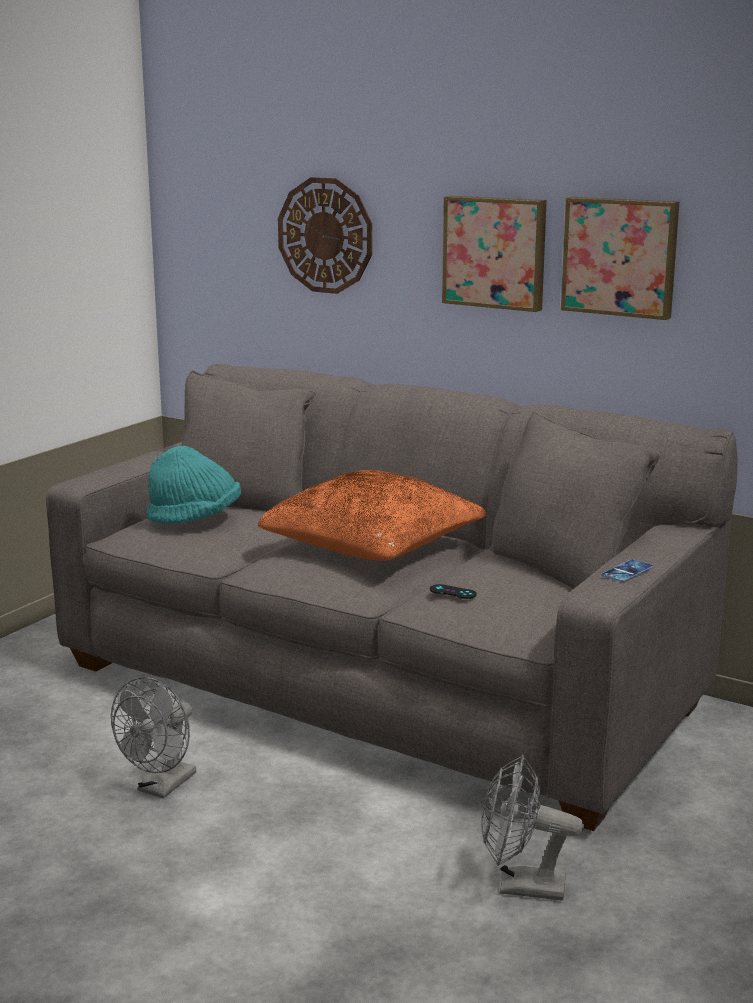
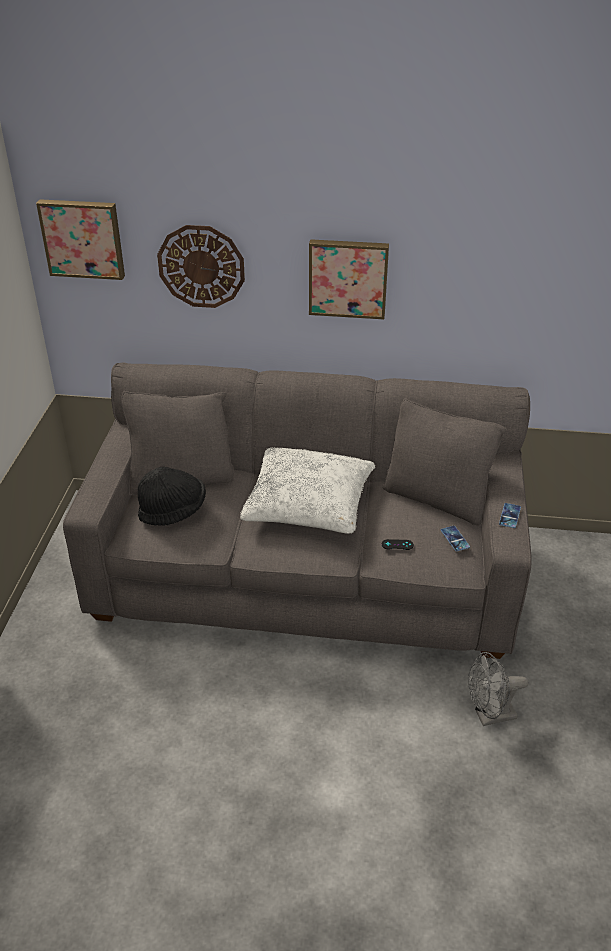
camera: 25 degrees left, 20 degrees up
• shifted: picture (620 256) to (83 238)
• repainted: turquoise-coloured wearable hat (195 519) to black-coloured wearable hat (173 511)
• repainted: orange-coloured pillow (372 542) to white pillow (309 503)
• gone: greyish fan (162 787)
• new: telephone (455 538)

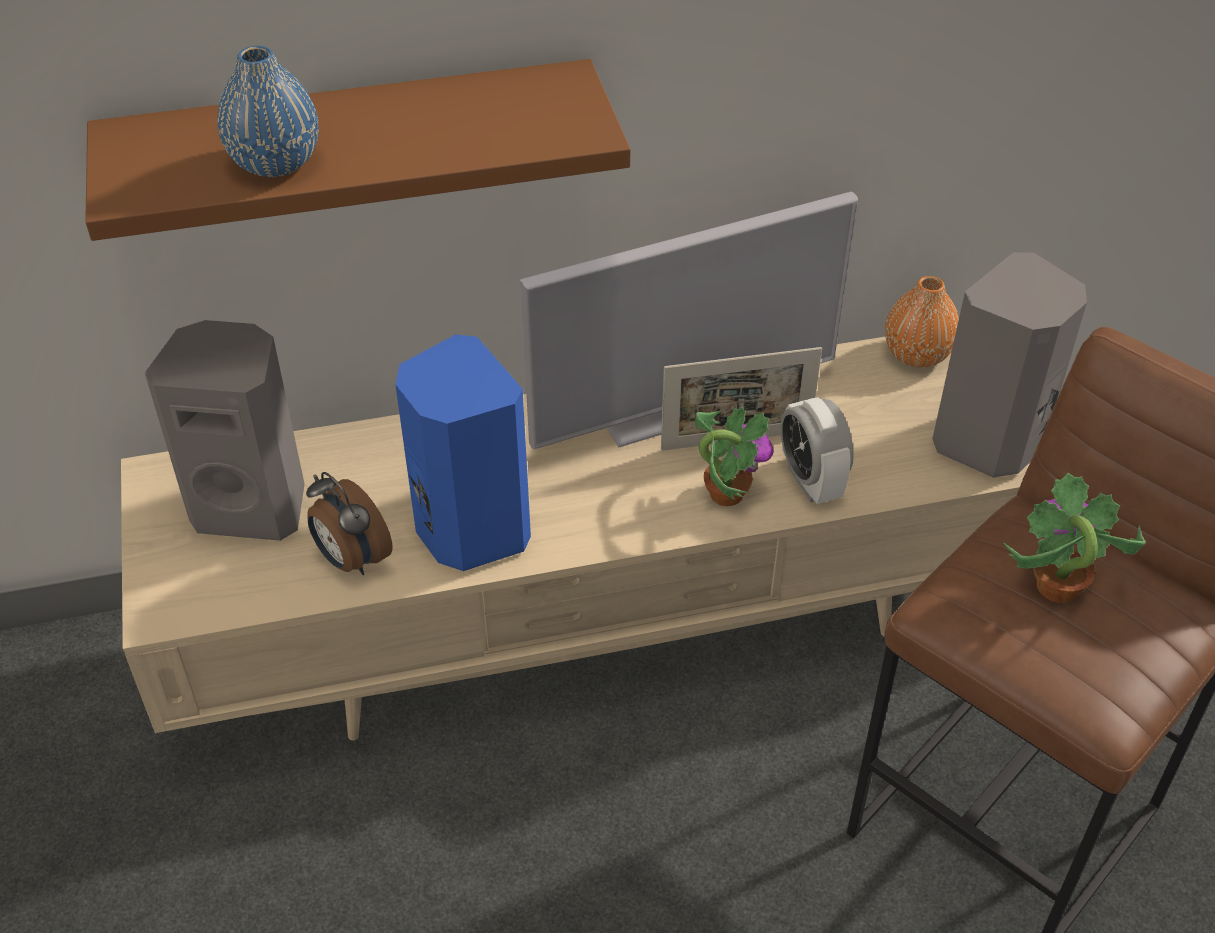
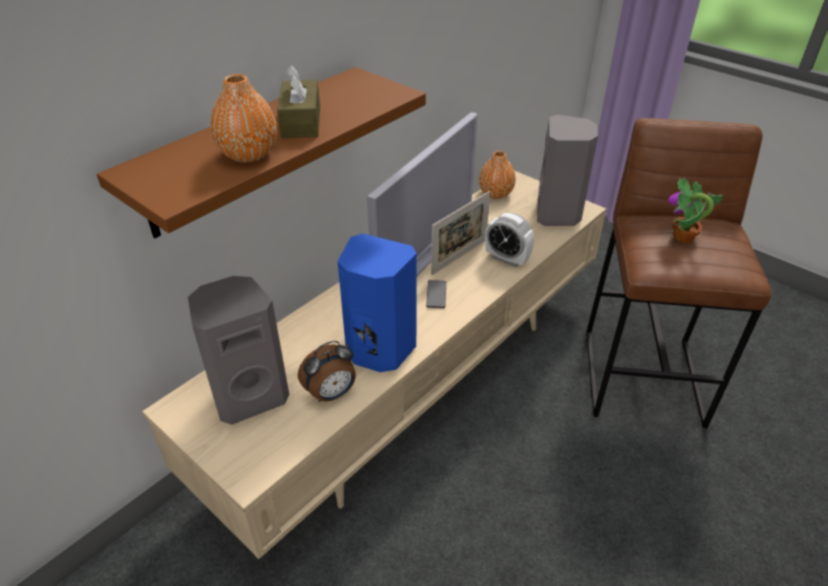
camera: 35 degrees left, 5 degrees down
• repainted: bluish decorative vase (275 162) to orange-coloured decorative vase (249 154)
• gone: potted plant (725 493)
• rotated: bedside clock (351 559) = (331 394) 45 degrees counterclockwise
• new: brown-coloured tissue box (301 122)
• new: telephone (436 295)

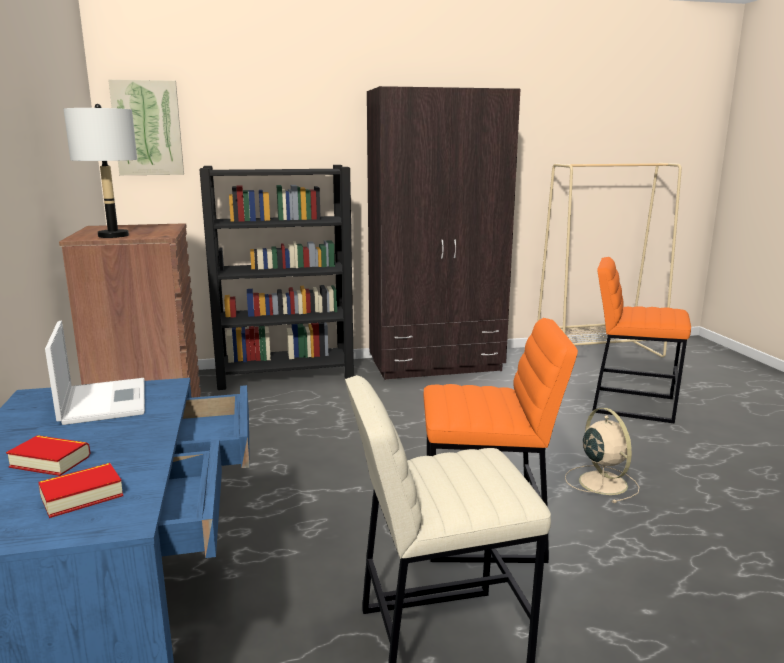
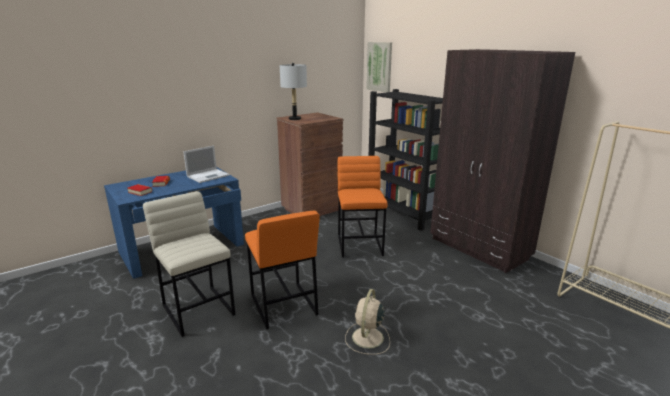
camera: 65 degrees right, 5 degrees up
• shifted: orange-coloured upright chair (630 404) to (359 244)
• rotated: beige-coloured fan (601 482) = (367 338) 150 degrees clockwise

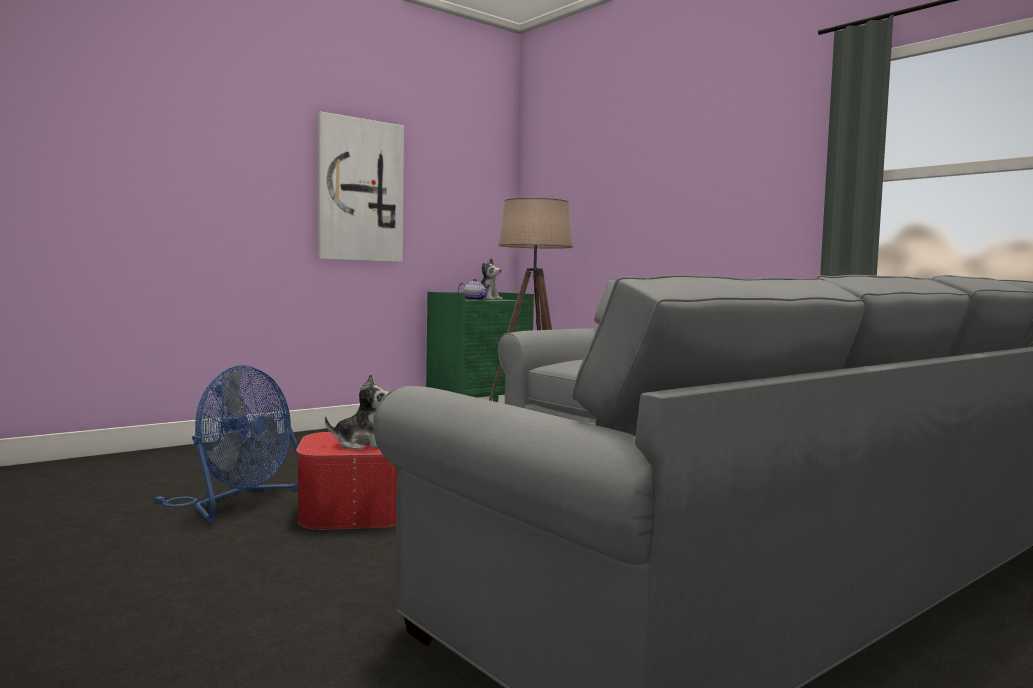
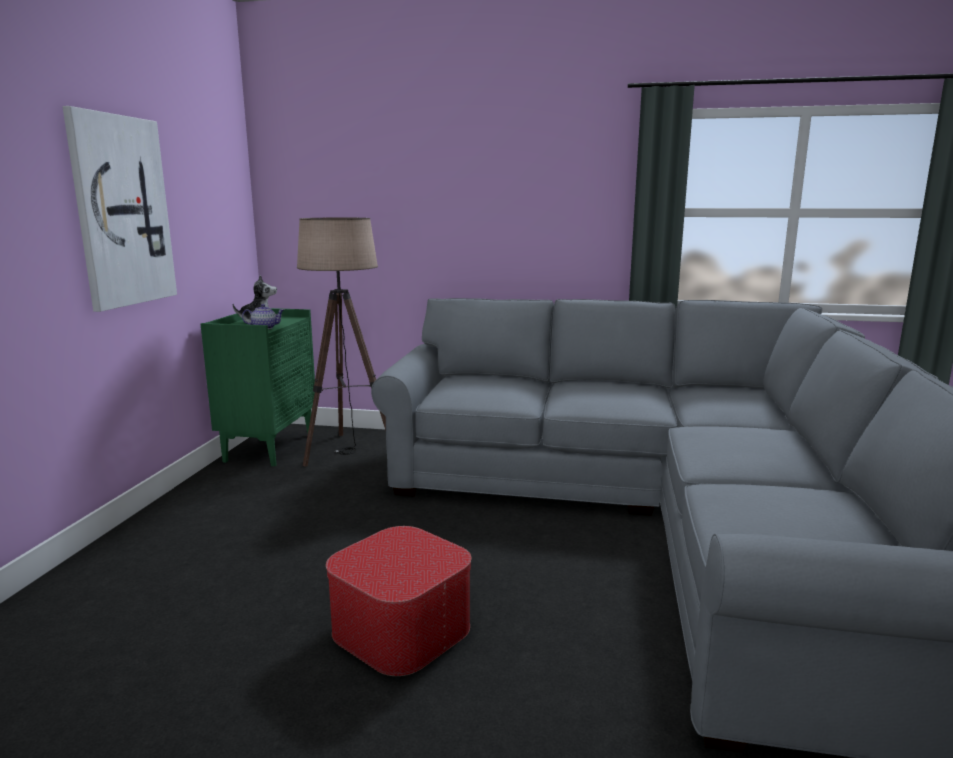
camera: 40 degrees left, 10 degrees up
• gone: bluish fan (232 502)
• gone: plush toy (362 445)

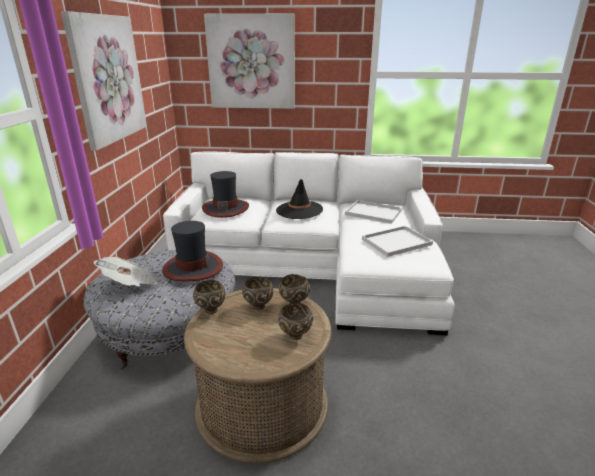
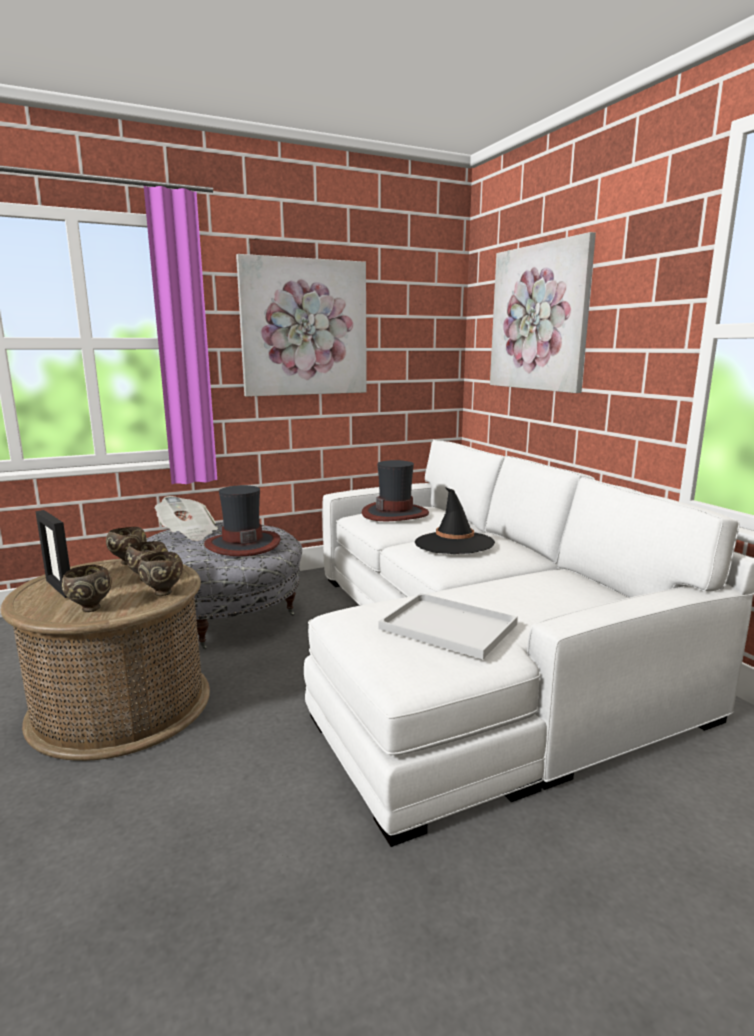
camera: 60 degrees right, 10 degrees down
• gone: white tray (372 212)
• new: photo frame (61 587)

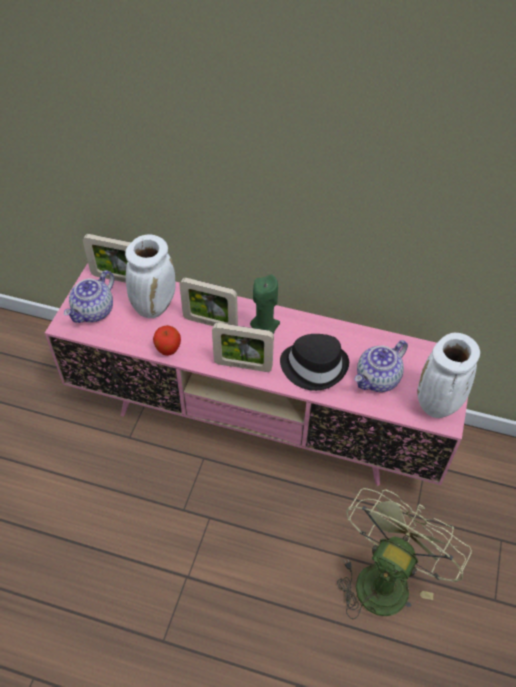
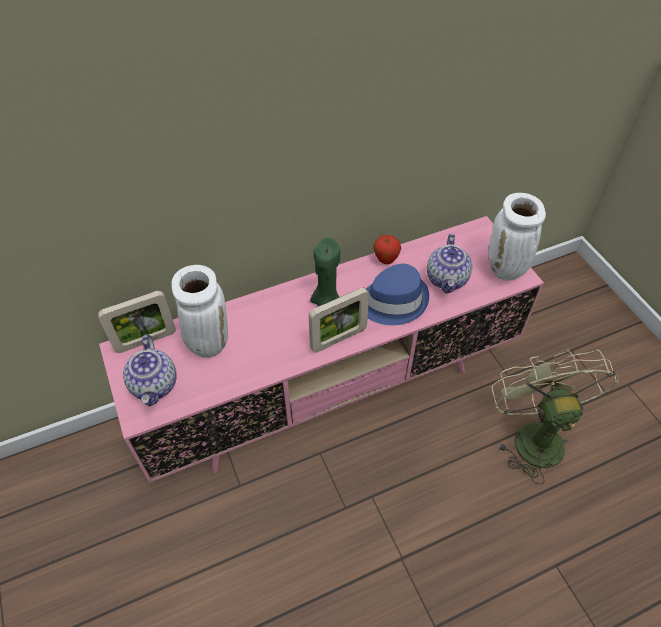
camera: 40 degrees left, 0 degrees up
• gone: photo frame (210 323)
• shifted: apple fruit (168 350) to (386 260)
• repainted: black-coloured wearable hat (314 366) to bluish wearable hat (392 301)

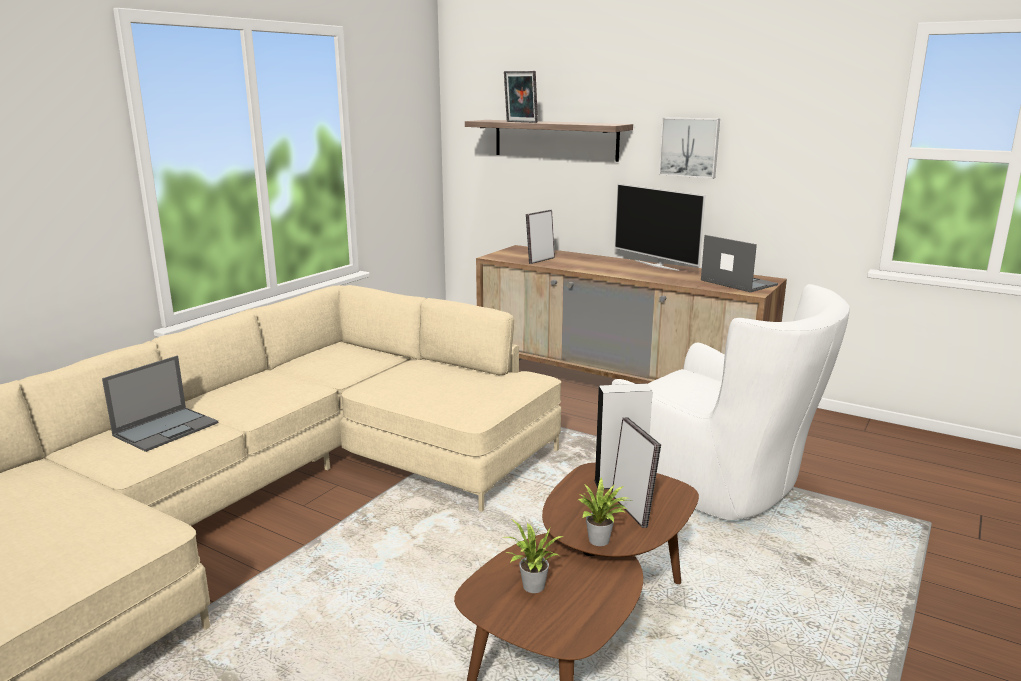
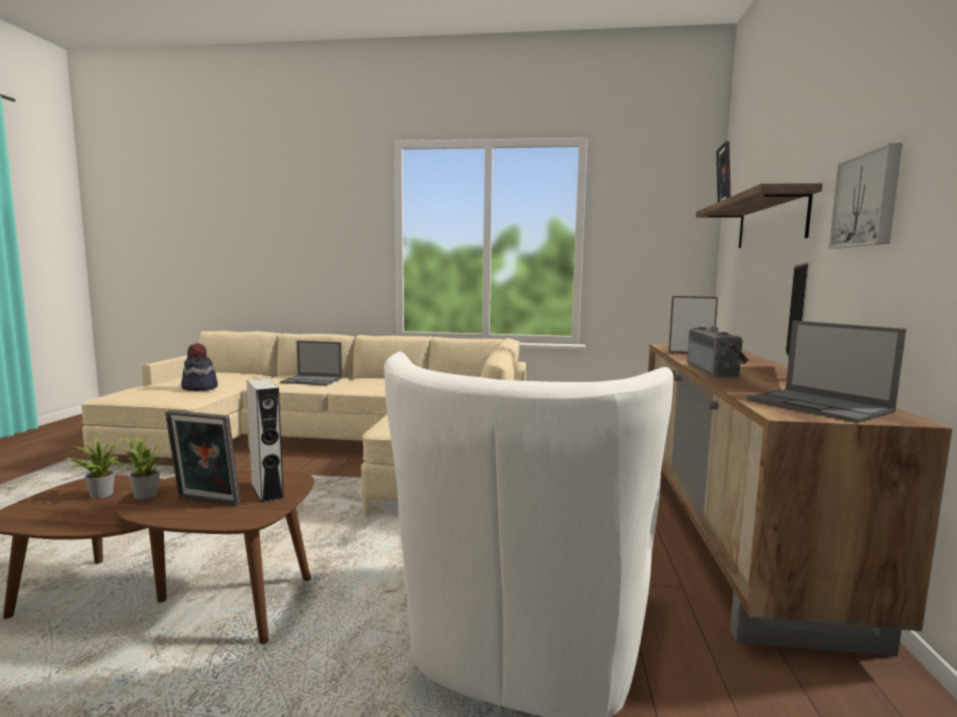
camera: 65 degrees right, 10 degrees down
• rotated: notebook computer (737 282) = (820 406) 120 degrees clockwise
• rotated: photo frame (632 510) = (205 502) 60 degrees clockwise
• new: radio set (716 370)
• new: wearable hat (199 388)

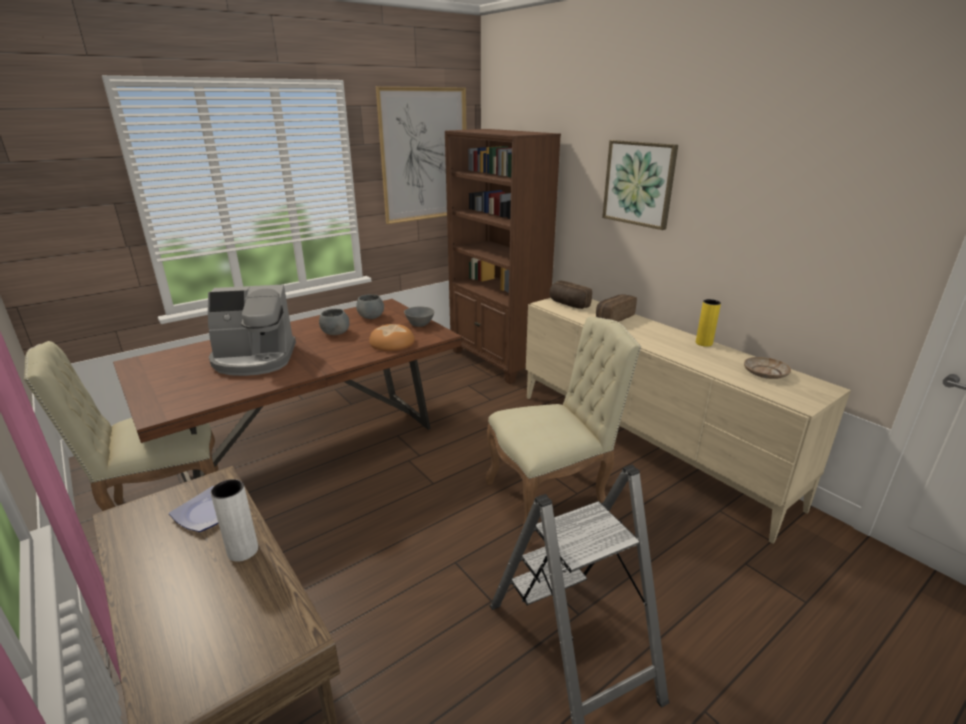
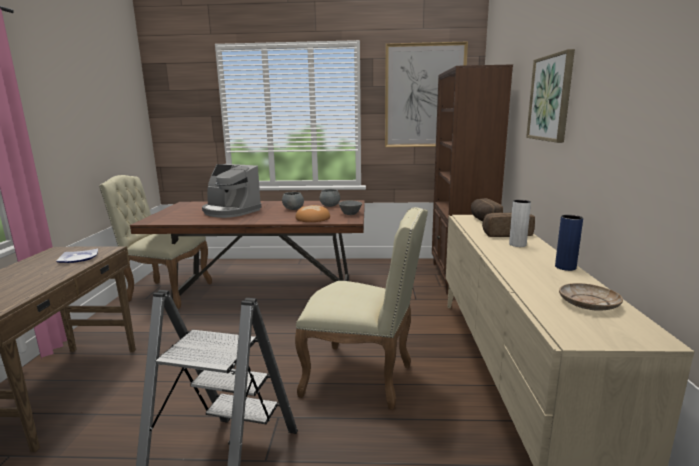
camera: 40 degrees right, 10 degrees down
• repainted: yellowish decorative vase (704 343) to bluish decorative vase (565 267)
• shifted: white decorative vase (243 551) to (517 244)

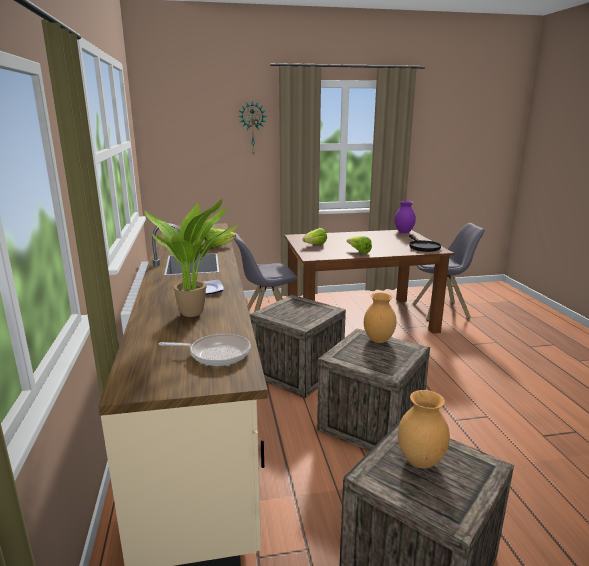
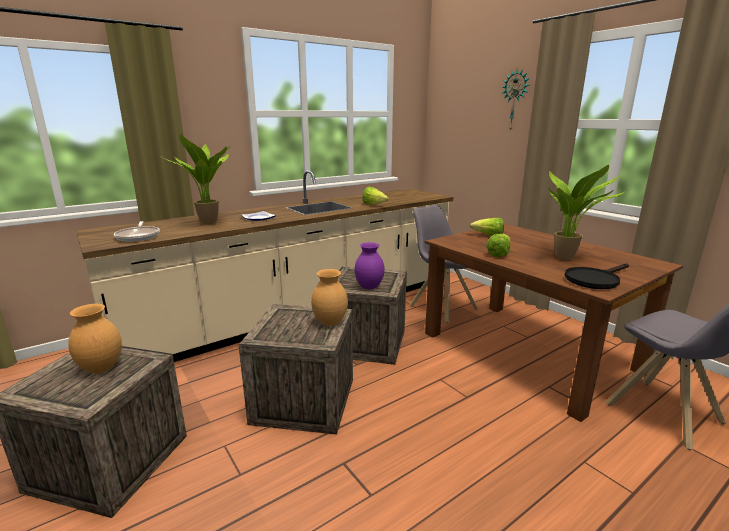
camera: 65 degrees right, 0 degrees up
• shifted: purple-coloured decorative vase (404 232) to (369 287)
• new: potted plant (567 257)

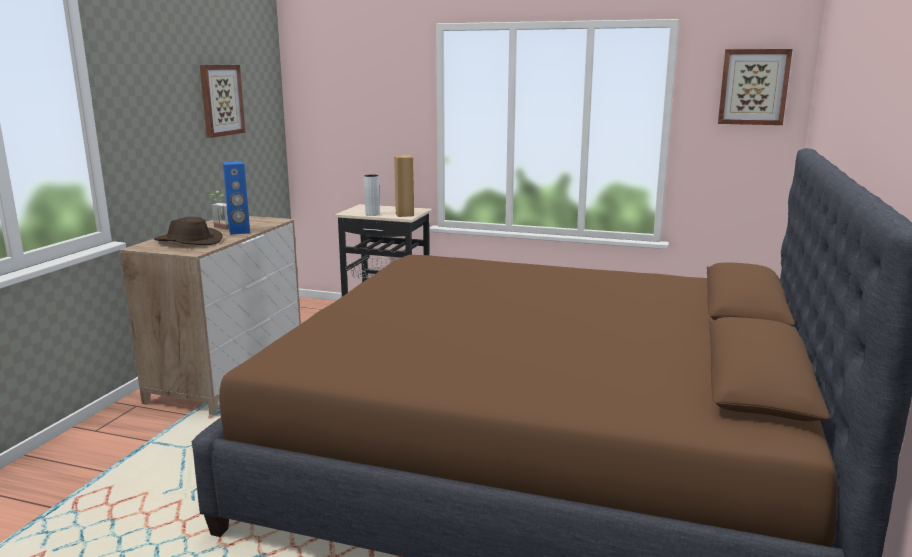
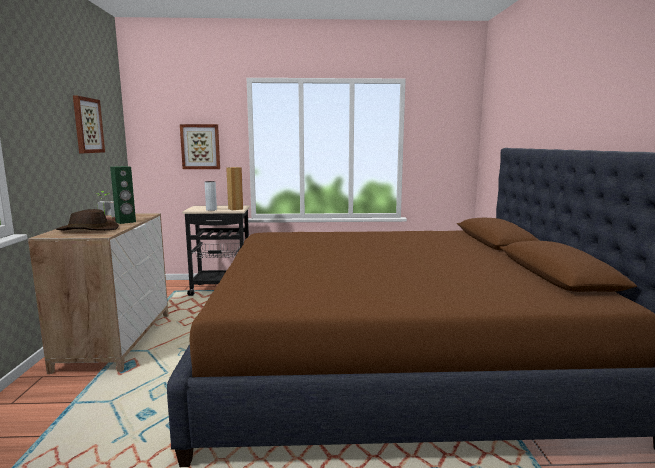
camera: 20 degrees left, 5 degrees down
• shifted: picture (753 87) to (200 146)
• repainted: bluish speaker (239 232) to green speaker (125 222)

